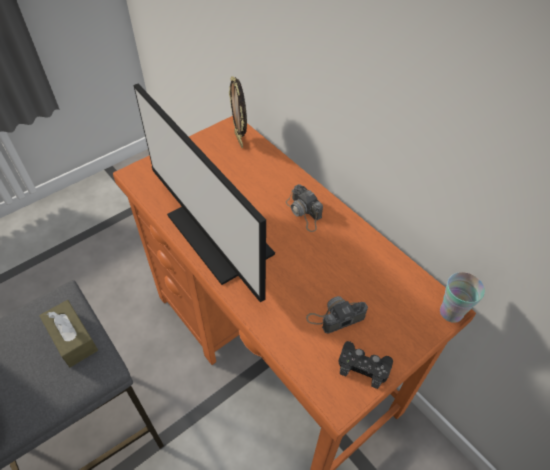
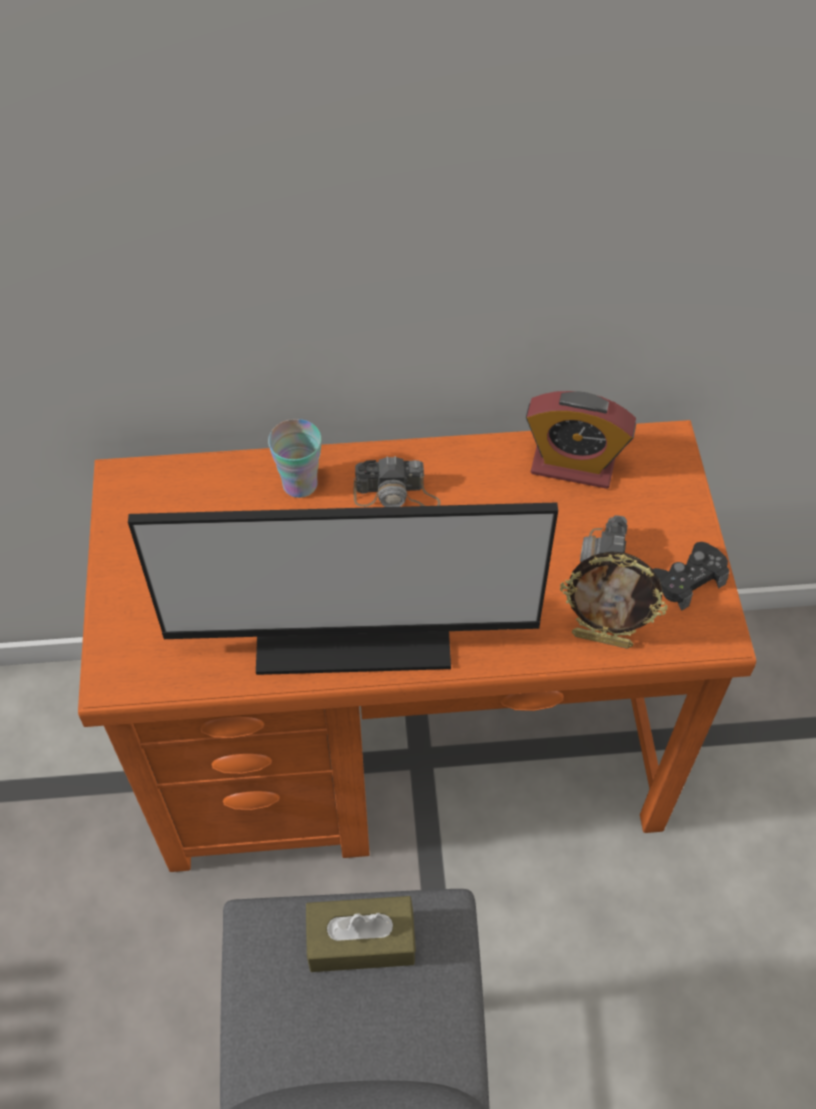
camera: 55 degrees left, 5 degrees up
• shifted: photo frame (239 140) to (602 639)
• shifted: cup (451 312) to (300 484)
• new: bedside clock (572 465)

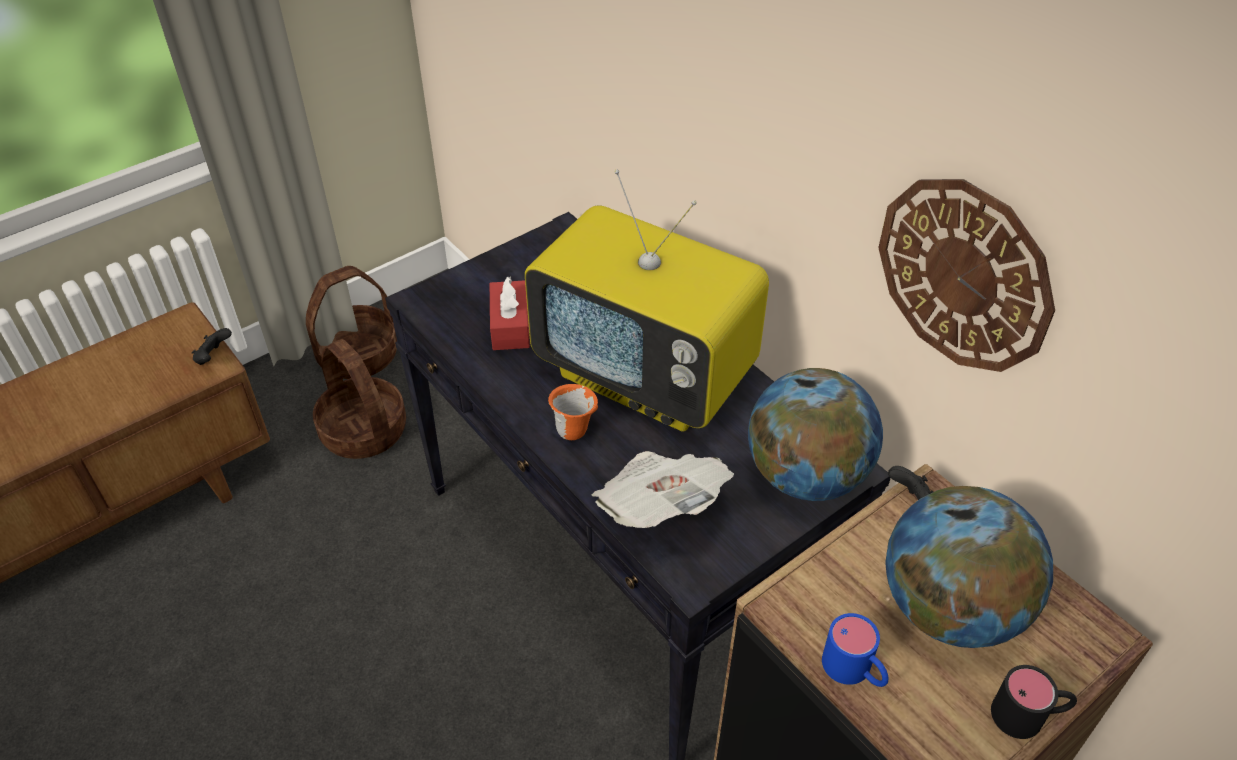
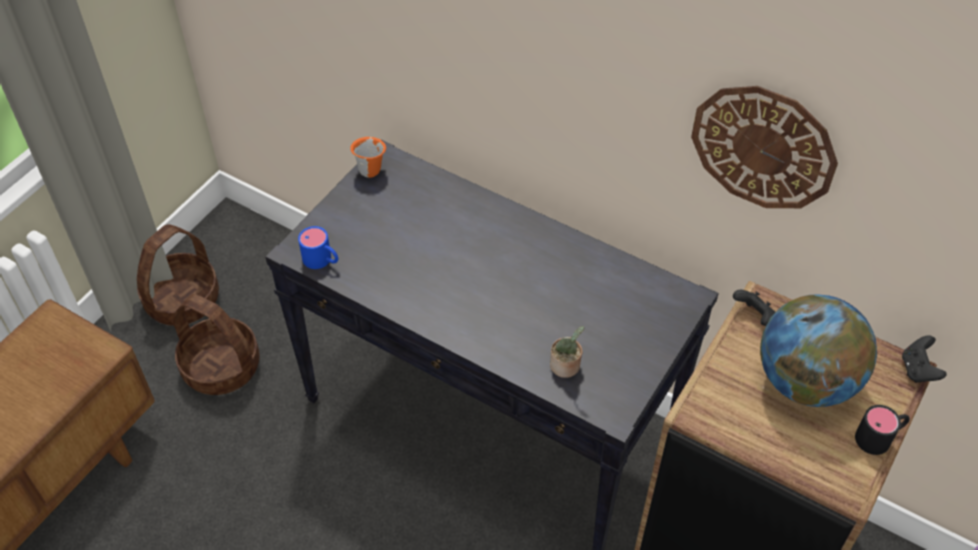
camera: 20 degrees left, 5 degrees up
• gone: television (647 376)
• gone: reddish tissue box (510 325)
• shifted: black-coloured game controller (214 357) to (918 370)
• gone: desk globe (806 475)
• shifted: orange-coloured coffee mug (574 430) to (370 170)
• swapped: daily paper (659 507) to potted plant (566 367)
• shifted: bluish coffee mug (854 671) to (322 260)

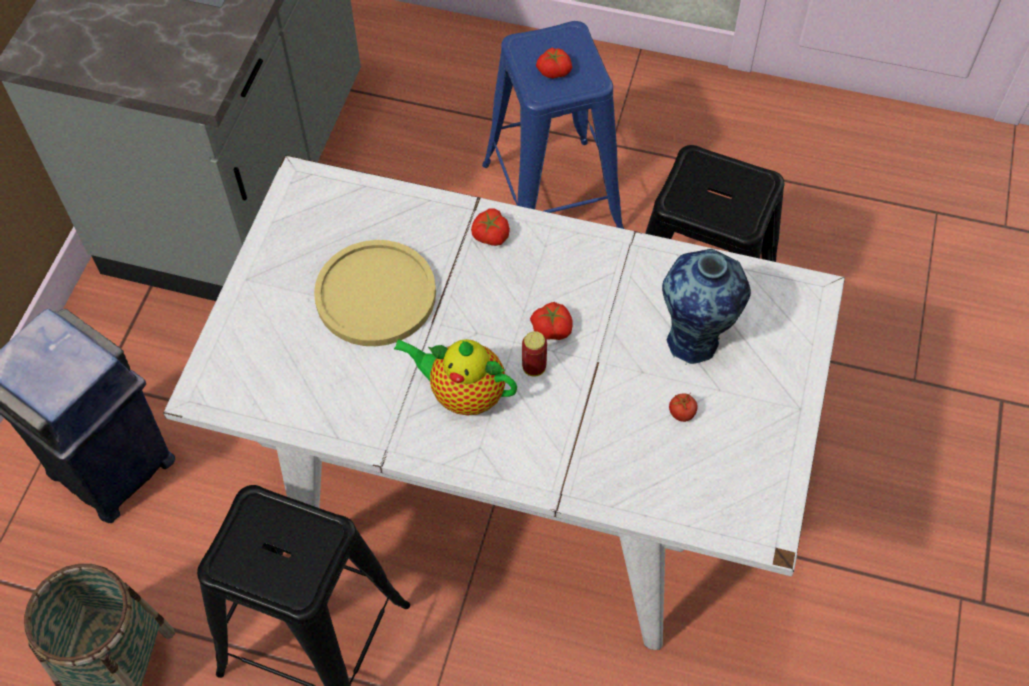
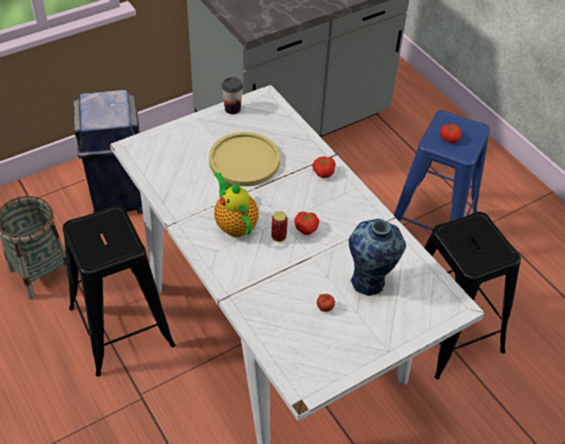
camera: 40 degrees right, 10 degrees down
• new: cup (232 109)

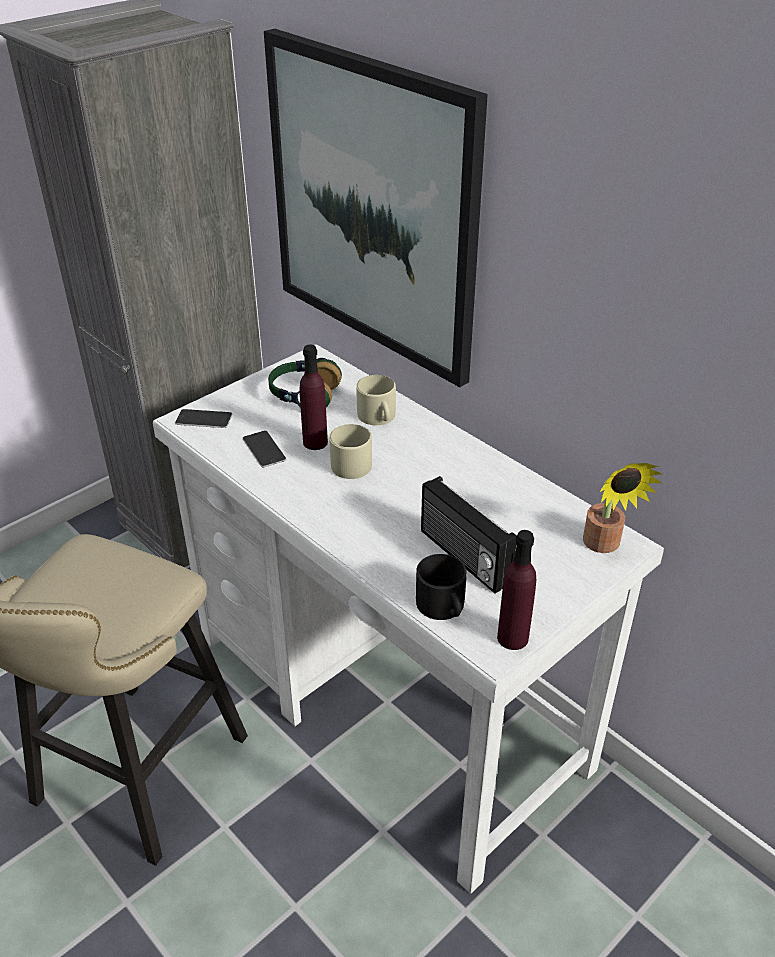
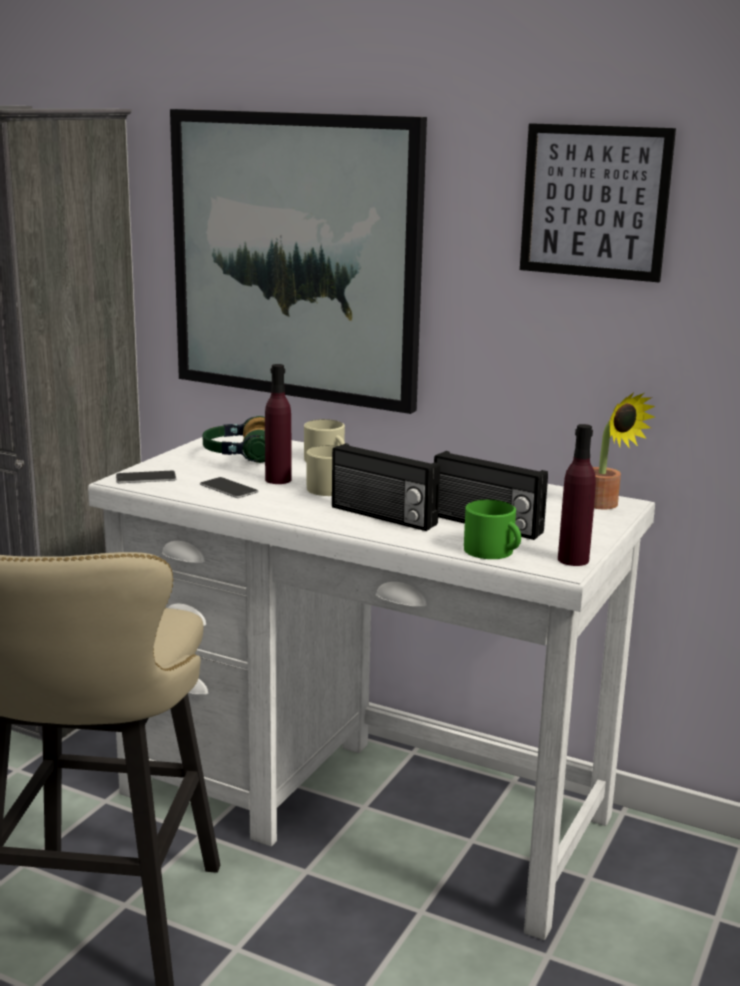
camera: 20 degrees left, 20 degrees down
• repainted: black-coloured coffee mug (443 606) to green coffee mug (493 552)
• new: picture (595 202)
• new: radio set (382 516)

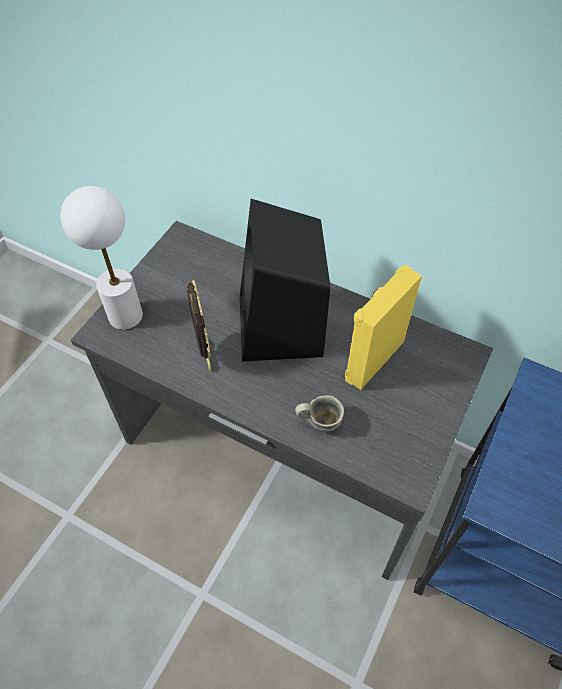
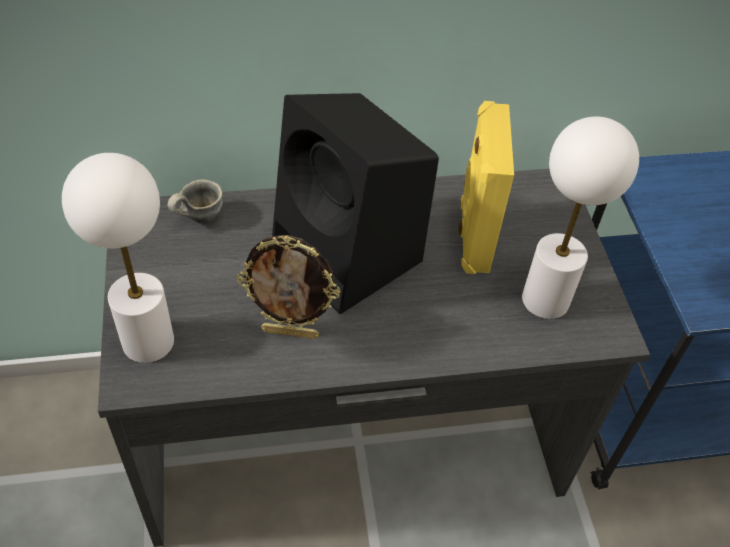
camera: 40 degrees left, 5 degrees down
• rotated: photo frame (204 355) = (290 332) 150 degrees clockwise
• shifted: greyish coffee mug (320 422) to (199 217)
• new: white table lamp (545 300)

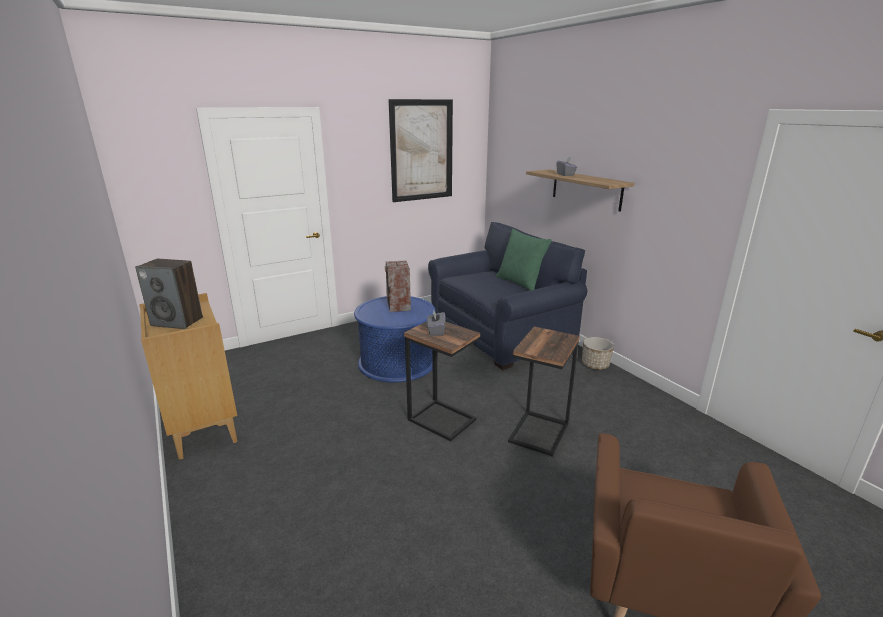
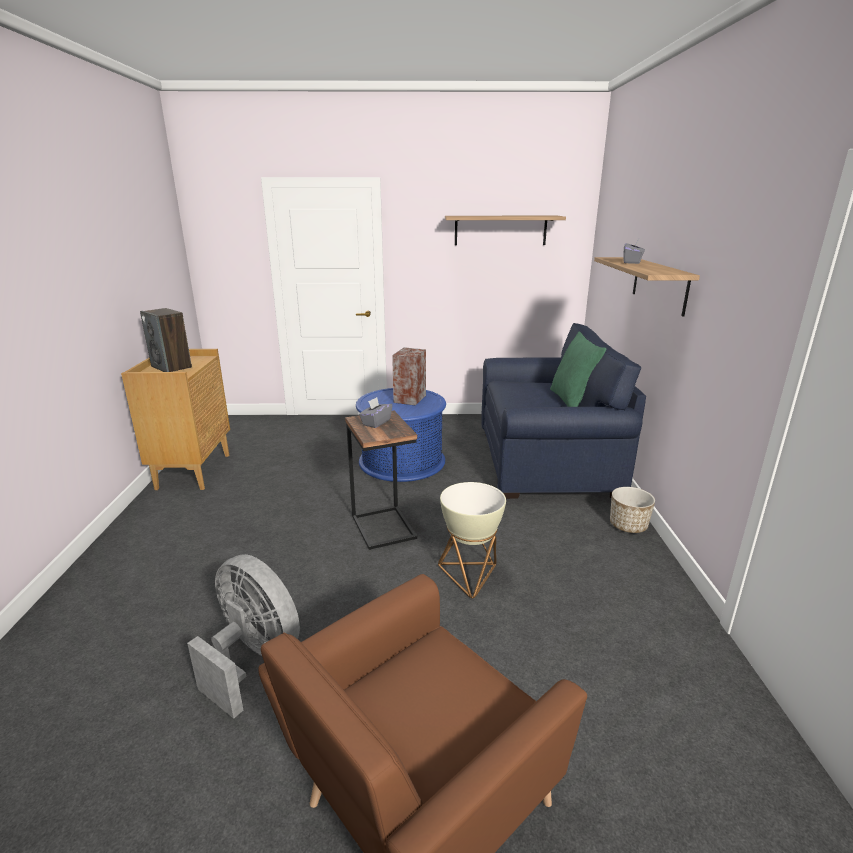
camera: 30 degrees right, 0 degrees up
• swapped: picture (422 151) to wall shelf (500 230)
• swapped: accent table (540 433) to planter (470 575)
• new: greyish fan (253 658)

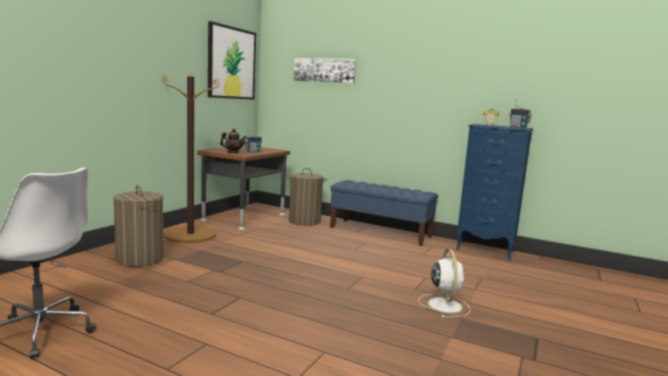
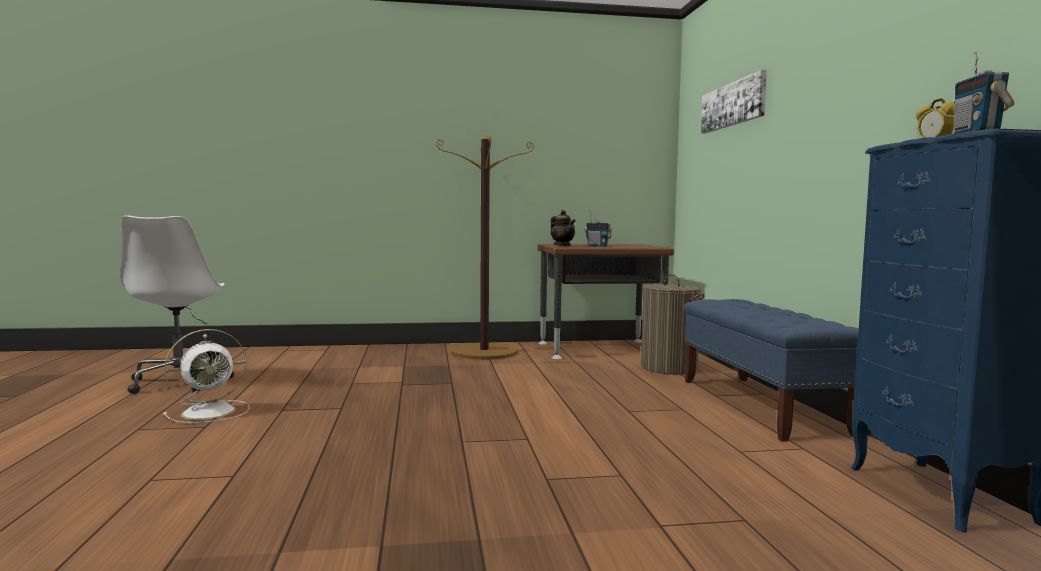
camera: 55 degrees right, 5 degrees down
• gone: picture (231 63)
• gone: washing basket (140 259)
• shifted: white fan (444 305) to (211 412)

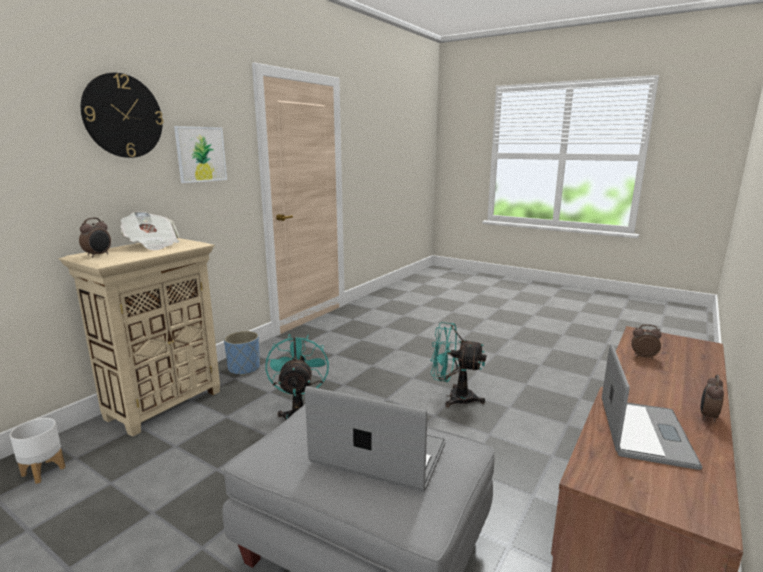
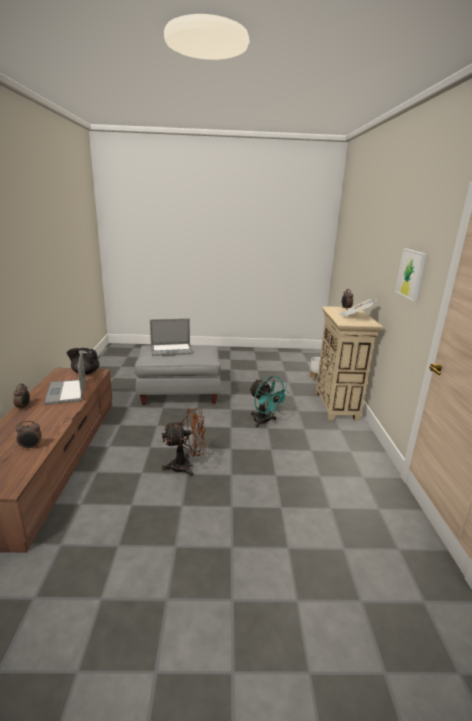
camera: 145 degrees right, 5 degrees up
• gone: wall clock (123 116)
• repainted: turquoise-coloured fan (454 397) to brown-coloured fan (186 466)
• gone: bluish planter (244 368)
• new: black-coloured tea pot (85 372)

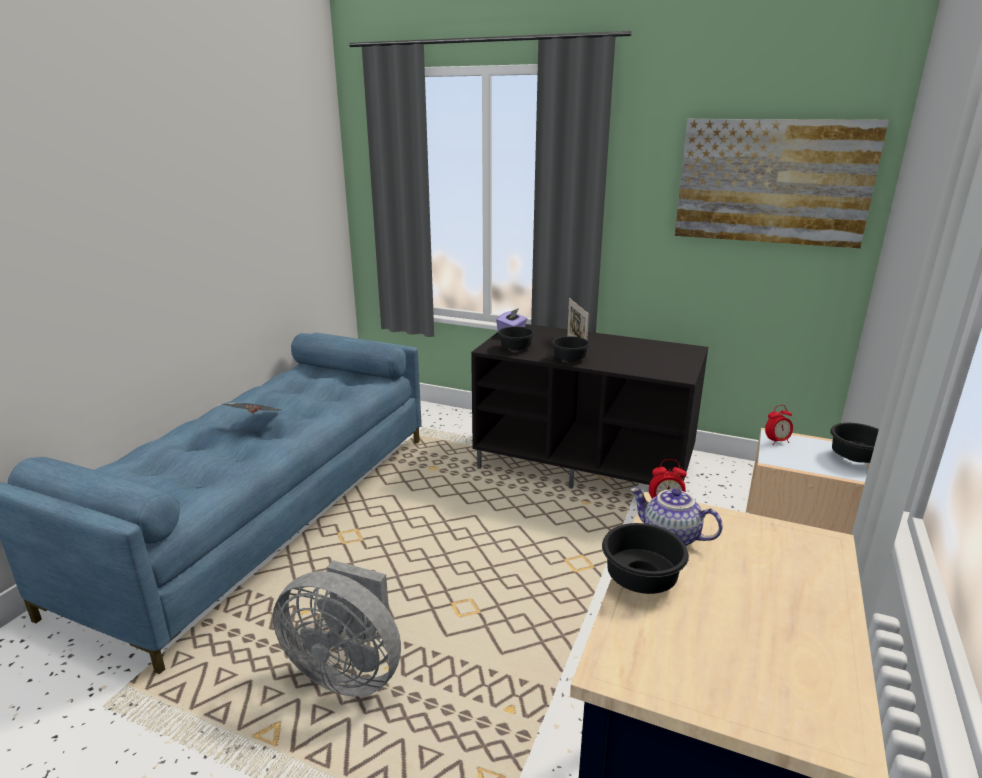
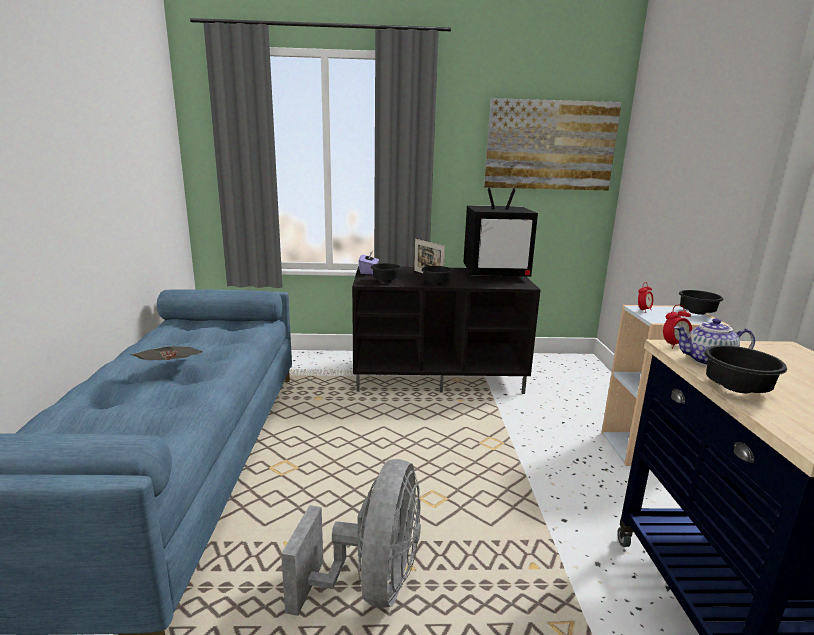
camera: 25 degrees left, 5 degrees down
• rotated: greyish fan (347 671) = (371 583) 75 degrees counterclockwise
• new: television (496 274)

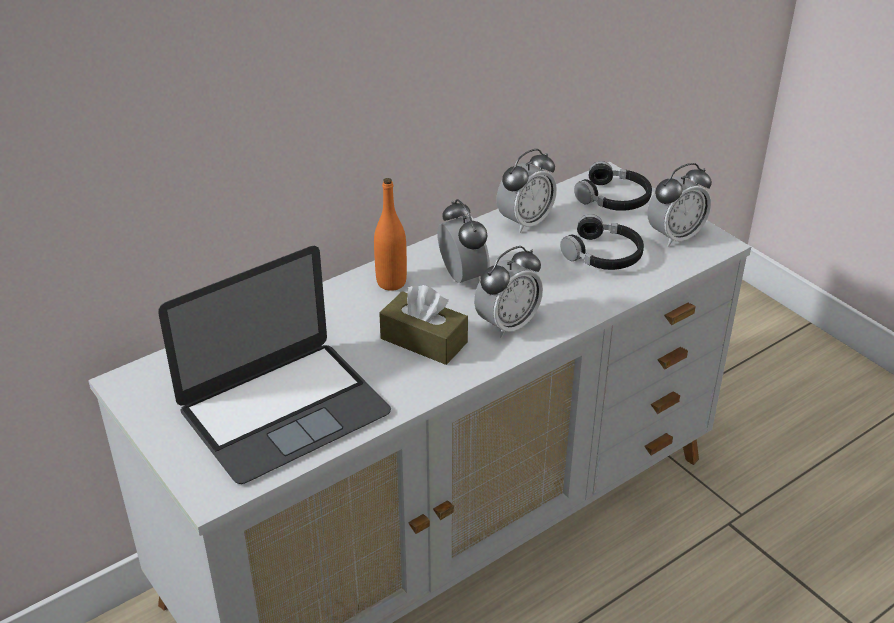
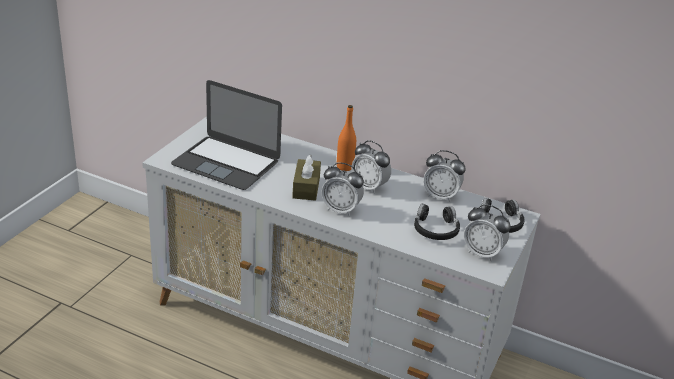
camera: 60 degrees right, 5 degrees down
• rotated: bedside clock (462 277) = (369 187) 90 degrees clockwise

